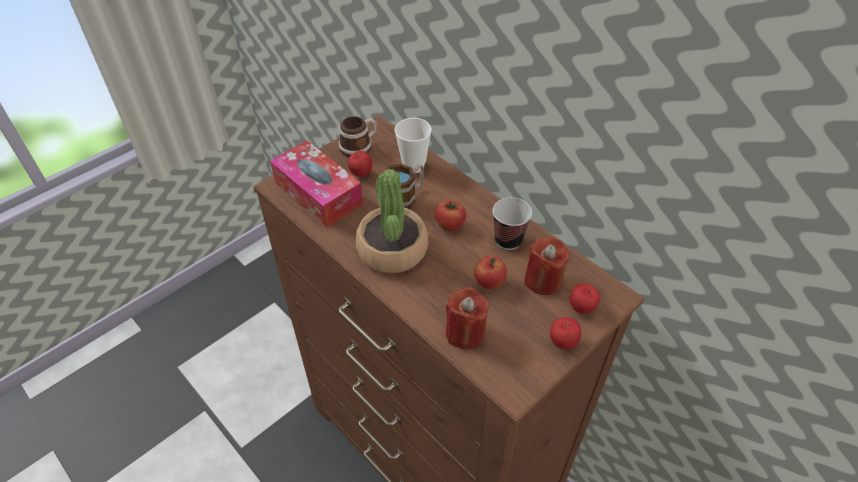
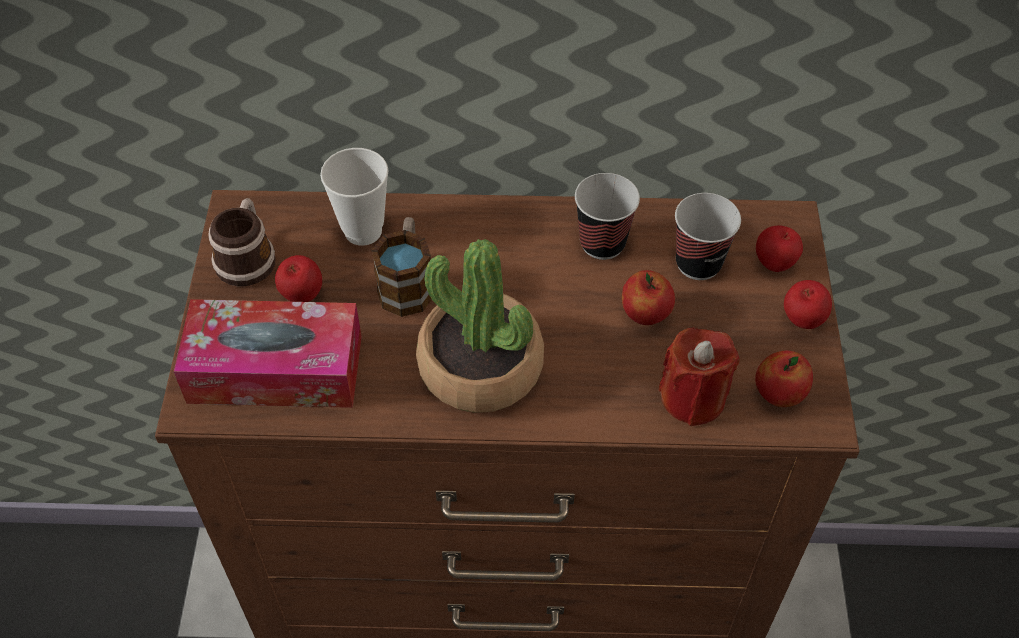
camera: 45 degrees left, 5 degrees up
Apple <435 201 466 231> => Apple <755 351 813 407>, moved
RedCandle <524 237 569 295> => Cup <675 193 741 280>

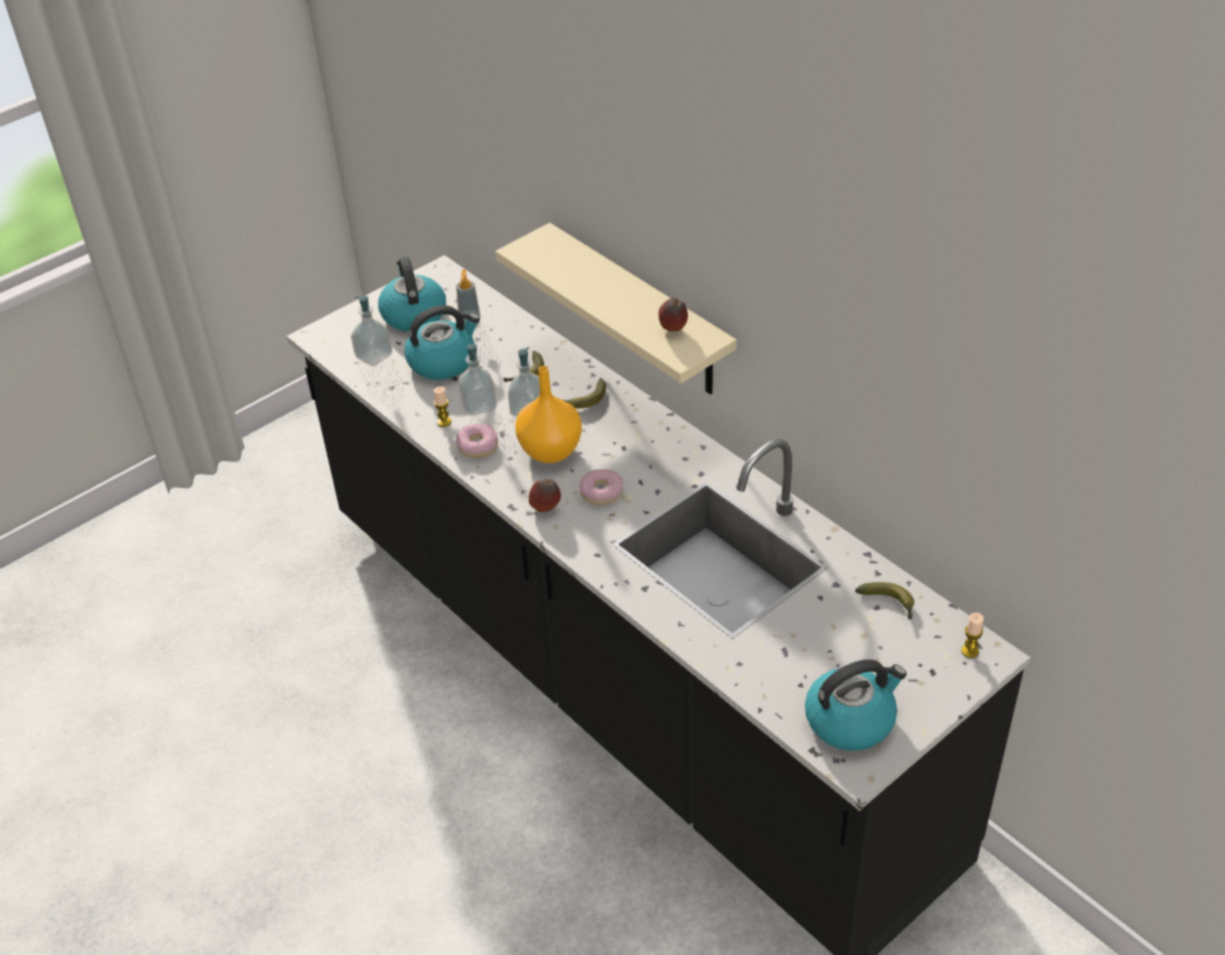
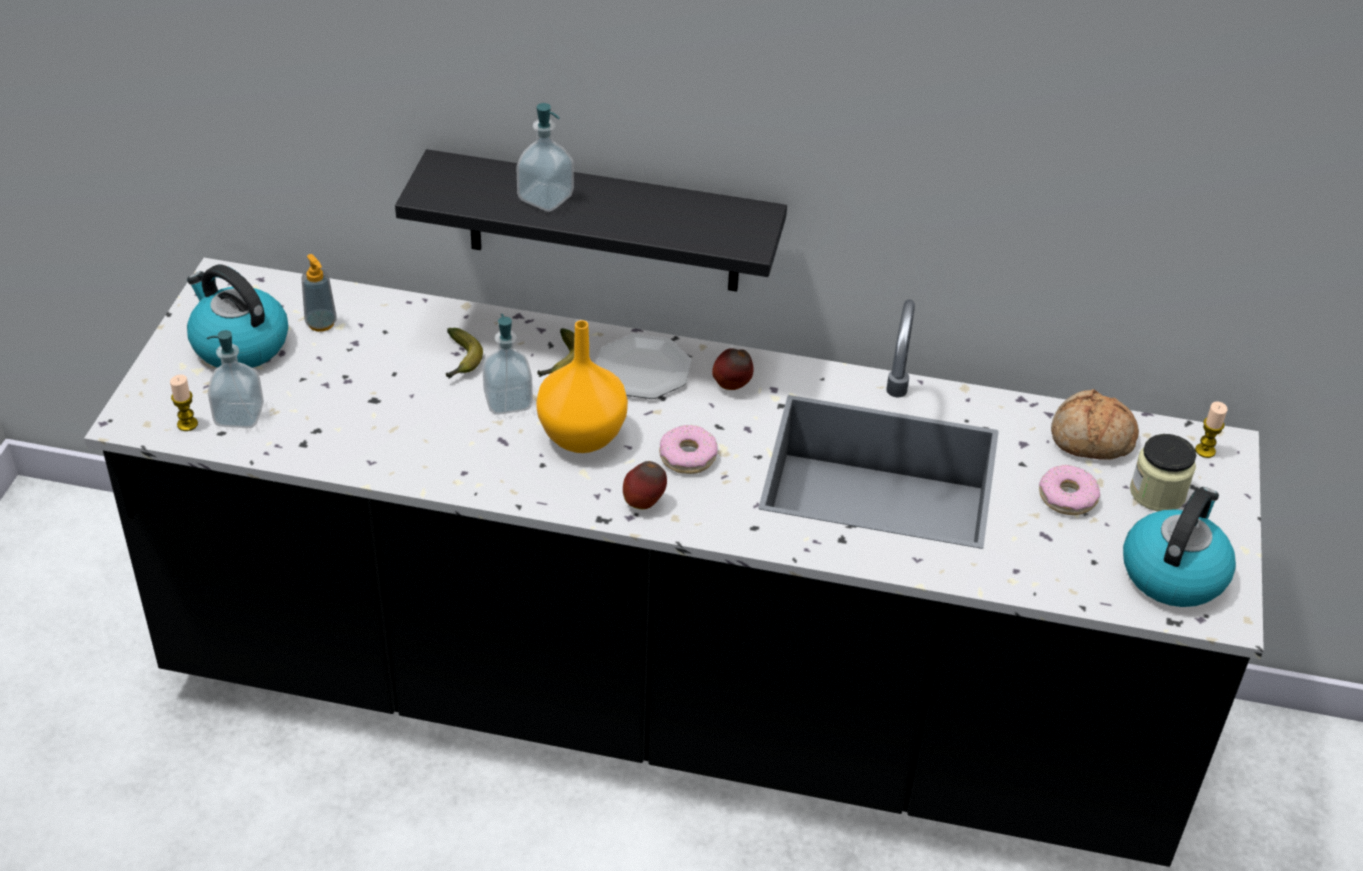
camera: 40 degrees left, 0 degrees up
Kettle <404 305 480 380> => nothing
nothing => Plate <596 334 692 399>
nothing => Jar <1130 434 1196 511>
Candle <434 386 451 427> => Candle <170 374 198 431>, moved
Donut <456 424 498 458> => Donut <1039 465 1100 515>, moved
SoapDispenser <458 344 497 416> => SoapDispenser <516 103 574 212>, moved
Apple <658 298 688 332> => Apple <712 348 753 390>, moved
Banana <855 582 914 619> => Bread <1051 389 1139 460>
BeigeShelf <495 223 737 395> => BlackShelf <395 149 787 292>

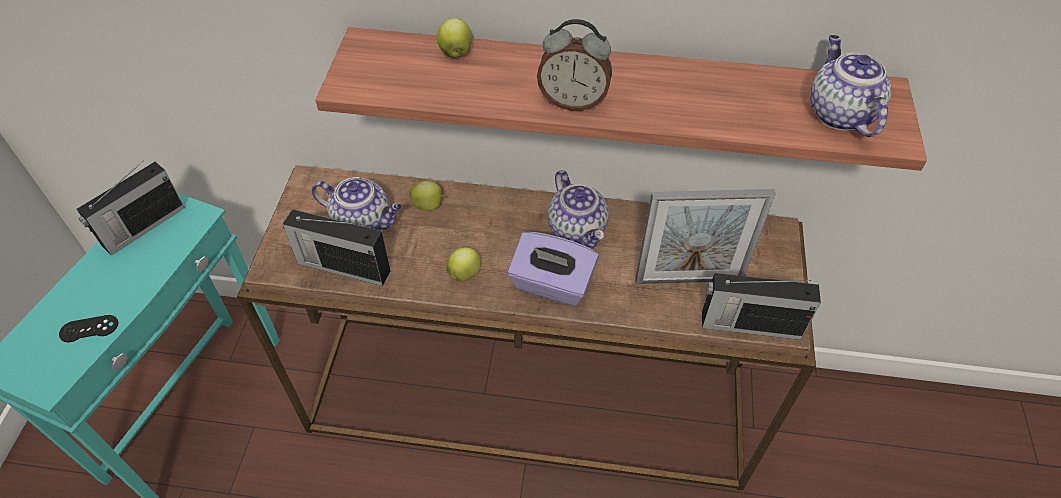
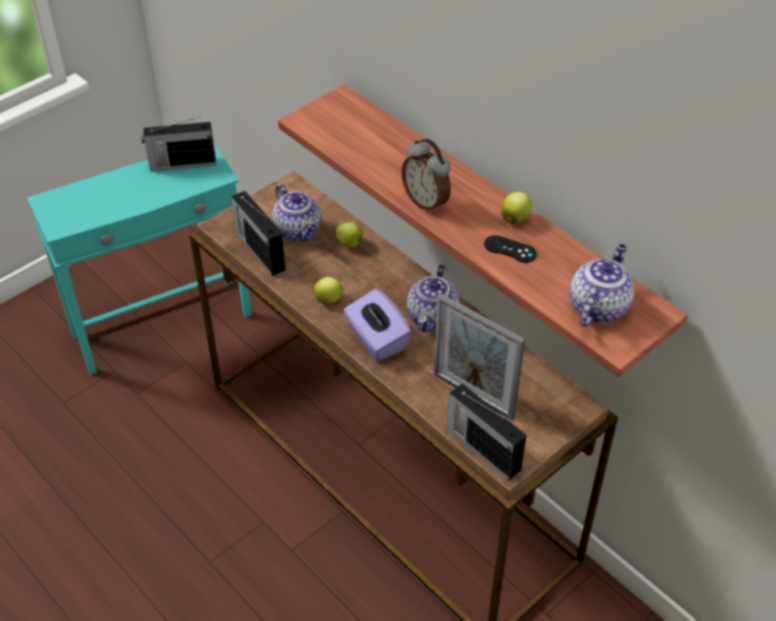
camera: 40 degrees right, 5 degrees down
BlackGameController <59 315 118 342> => BlackGameController <484 235 537 263>, moved
Apple <437 18 472 58> => Apple <501 192 532 223>, moved

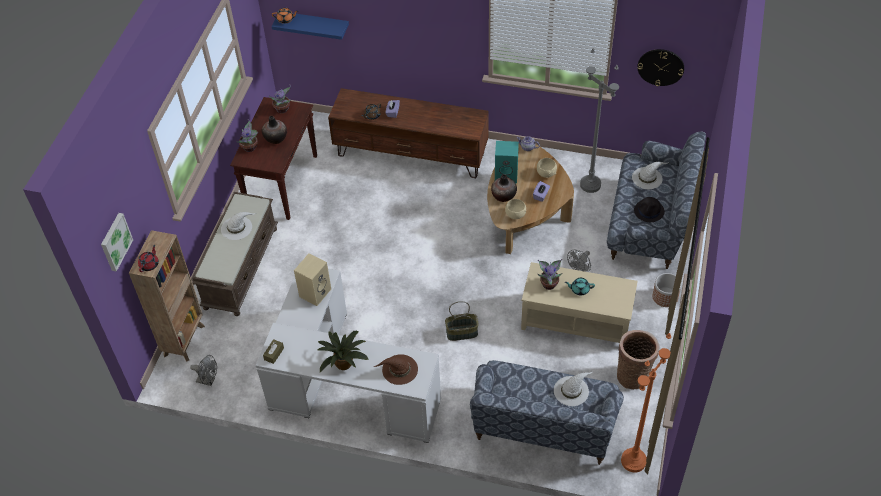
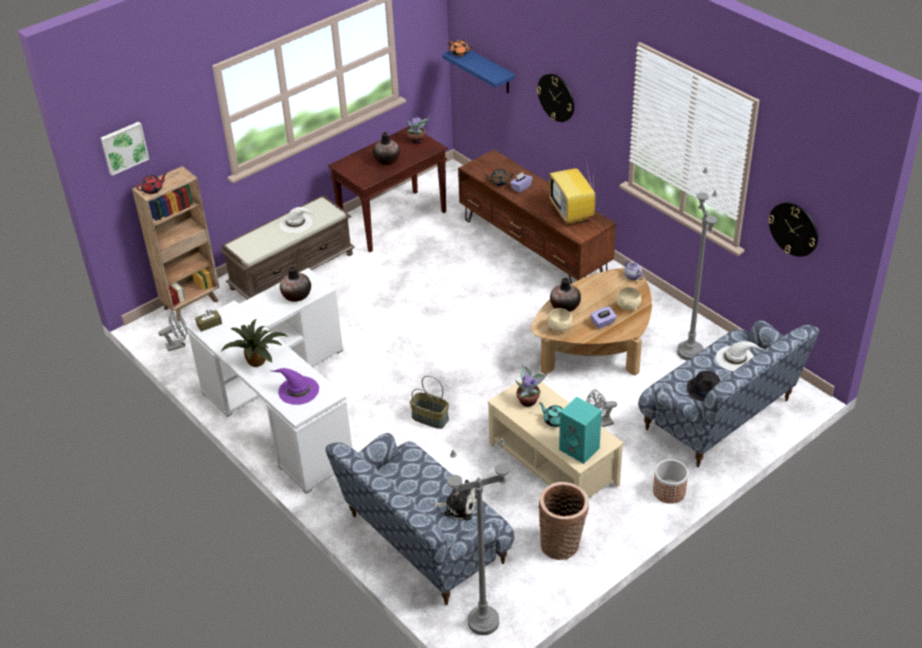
camera: 35 degrees right, 10 degrees down
PottedPlant <236 119 258 152> => nothing
nothing => WallClock <537 74 574 122>
nothing => Television <549 162 595 225>
TurquoiseSpeaker <495 141 519 183> => TurquoiseSpeaker <559 397 602 464>, moved
BeigeSpeaker <294 254 331 306> => Vase <280 266 311 302>
WhiteHat <554 371 594 406> => PlushToy <433 480 477 521>
BrownHat <373 354 418 385> => PurpleHat <270 368 319 405>
OrangeFloorLamp <621 333 671 472> => GreyFloorLamp <447 438 510 635>
GreyFan <190 355 217 386> => GreyFan <158 312 188 351>, 75 degrees counterclockwise

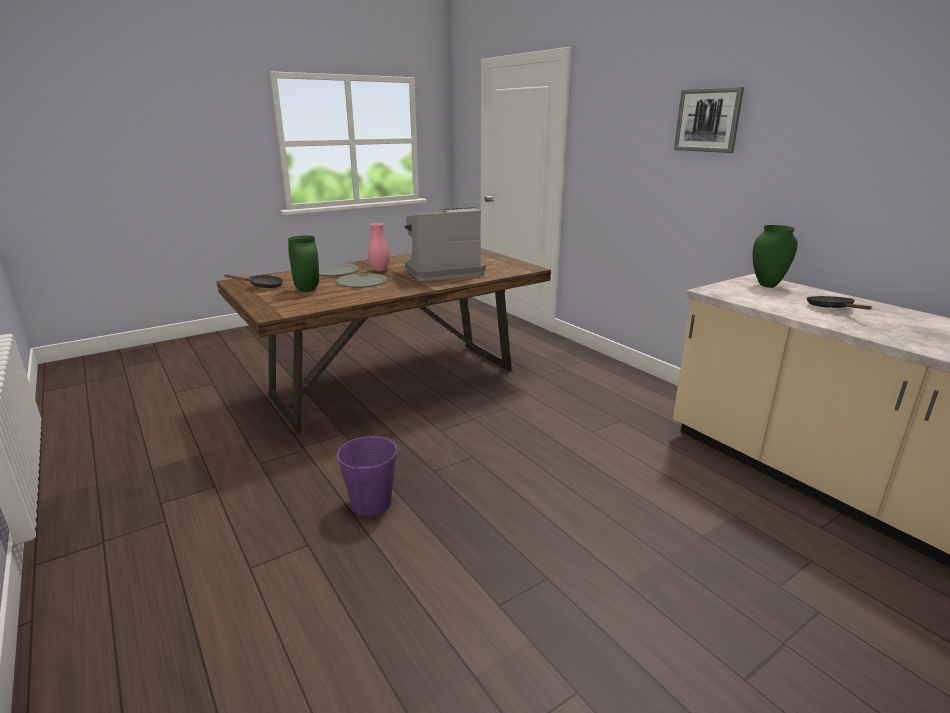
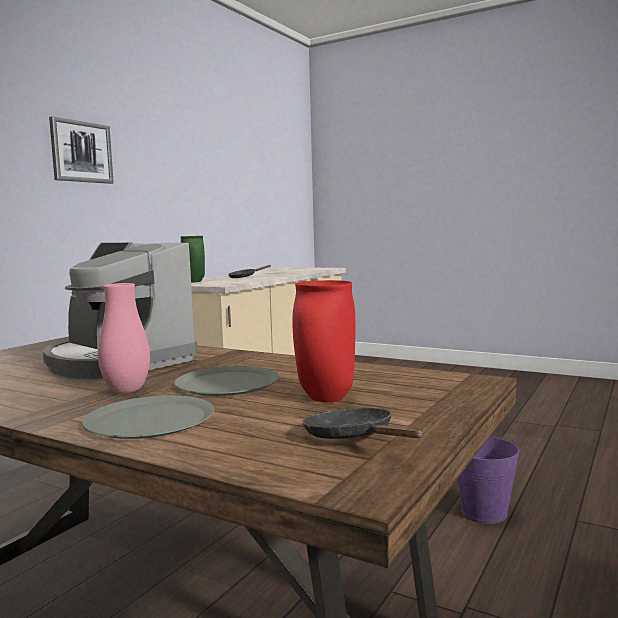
camera: 115 degrees left, 15 degrees down
GreenVase <288 235 319 292> => RedVase <292 280 356 402>

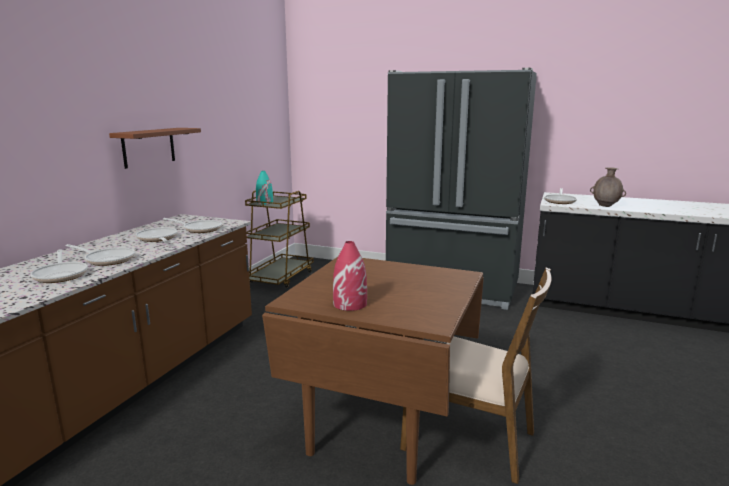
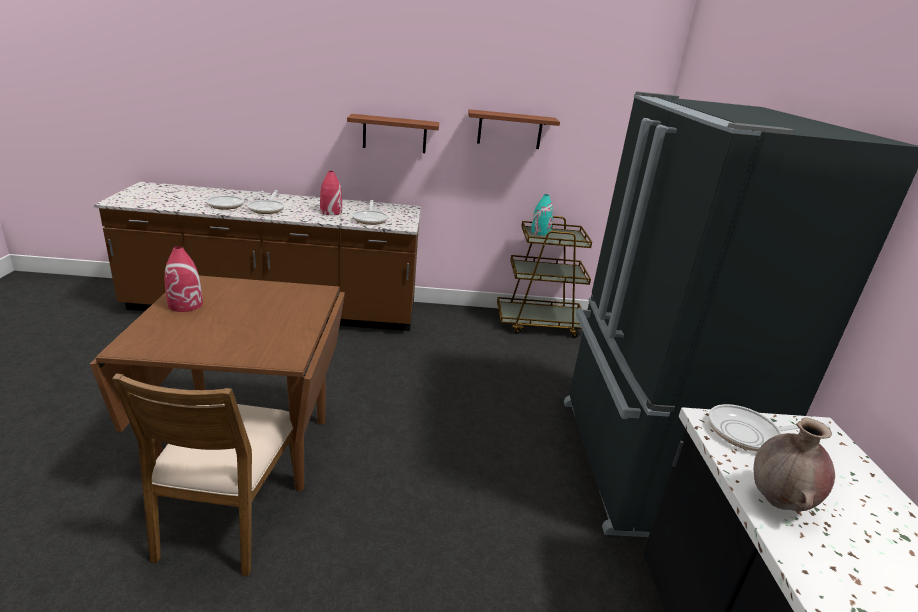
camera: 65 degrees right, 10 degrees up
nothing => BrownShelf <468 109 560 149>
FryingPan <136 227 178 242> => RedVase <320 171 342 215>

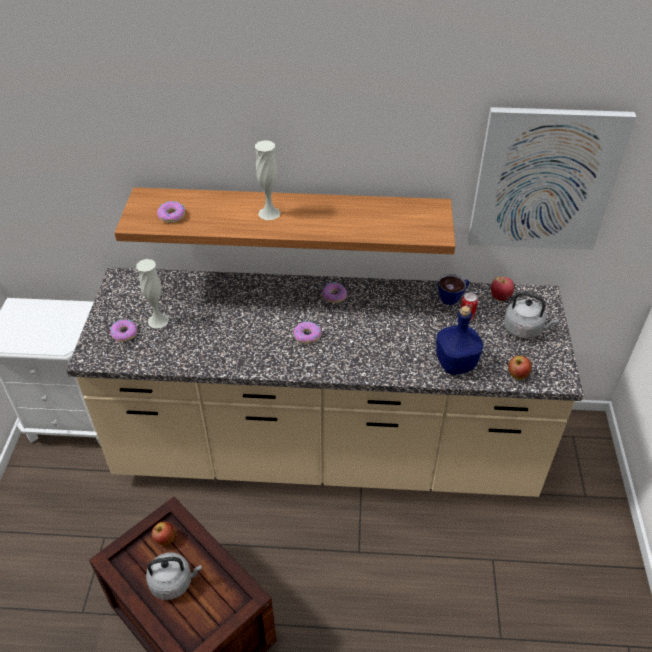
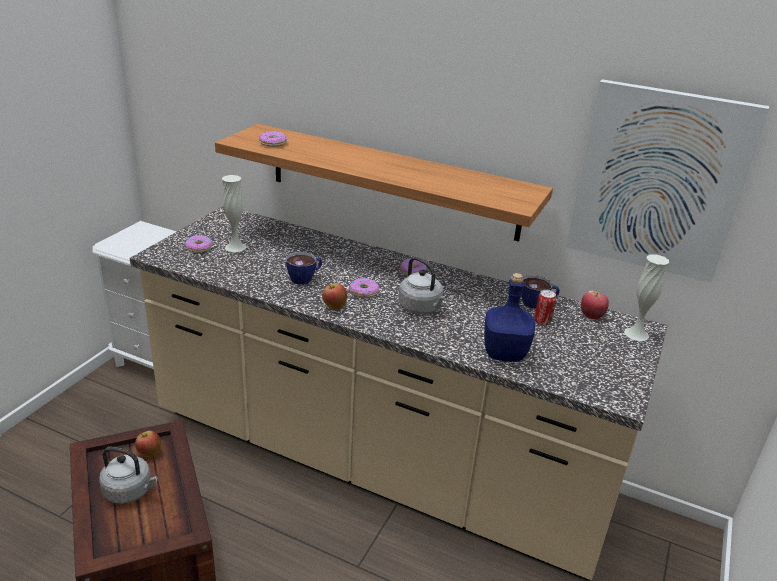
camera: 20 degrees right, 15 degrees down
nothing => Cup <286 252 322 285>
WhiteVase <255 140 281 220> => WhiteVase <624 254 669 341>, moved
GreyKettle <504 292 559 339> => GreyKettle <398 257 447 314>, moved
Apple <508 356 532 380> => Apple <322 283 347 310>, moved

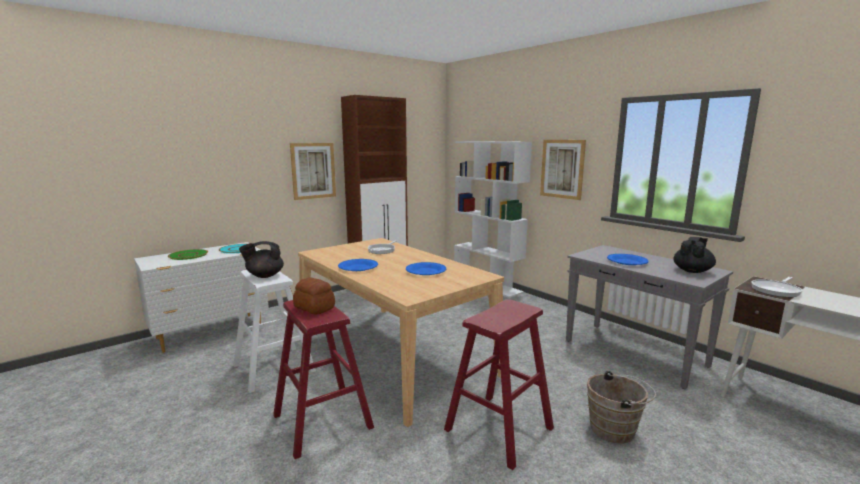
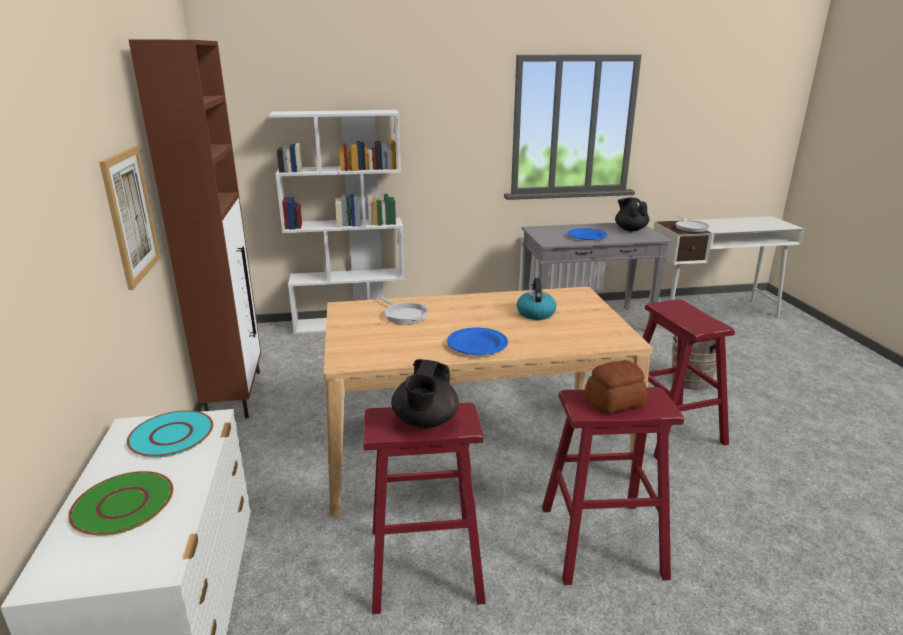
camera: 60 degrees left, 10 degrees up
Picture <540 140 586 200> => nothing
BluePlate <406 262 446 275> => Kettle <517 278 556 320>
WhiteStool <234 270 316 393> => RedStool <364 402 486 614>

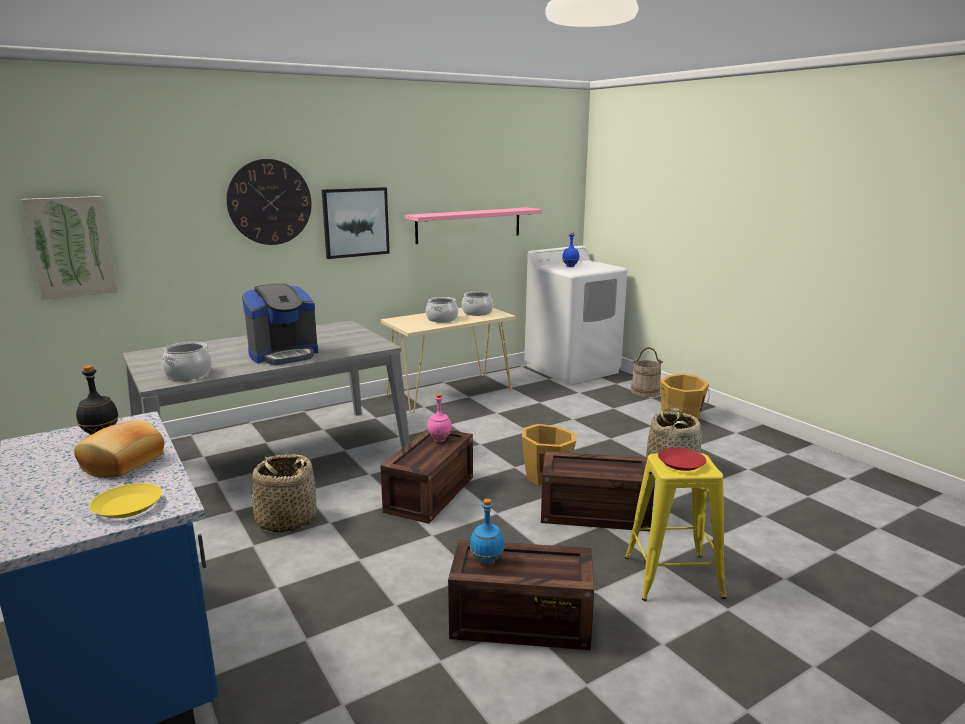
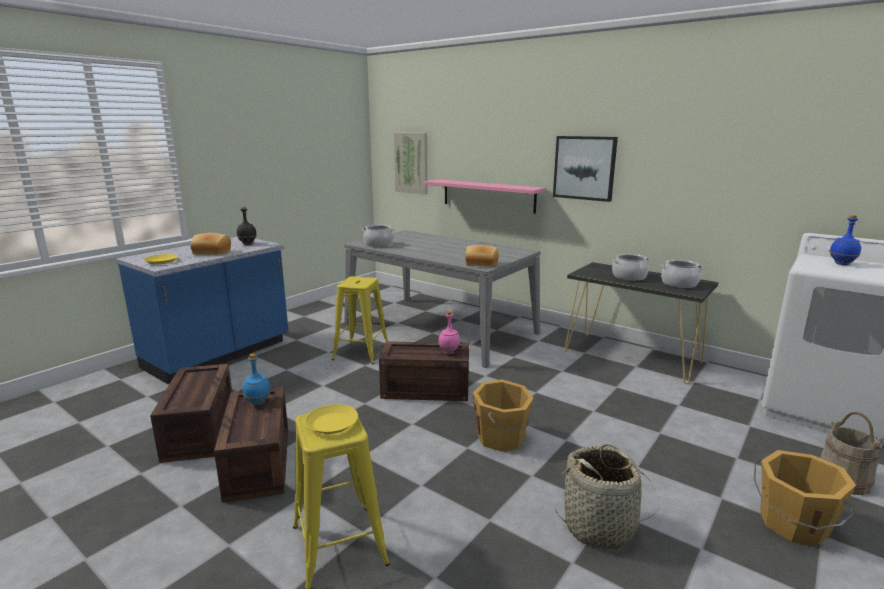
camera: 70 degrees right, 0 degrees up
WallClock <226 159 312 245> => nothing
CoffeeMachine <242 284 318 365> => nothing
nothing => Bread <465 245 499 267>
PinkShelf <405 207 543 244> => PinkShelf <424 179 546 214>, moved
Crate <541 451 655 531> => Crate <150 364 232 463>, moved
Basket <250 454 317 533> => YellowStool <332 276 388 364>
BeigeConsoleTable <381 308 516 413> => BlackConsoleTable <564 262 718 384>
RedPlate <658 448 706 471> => YellowPlate <305 404 358 434>

